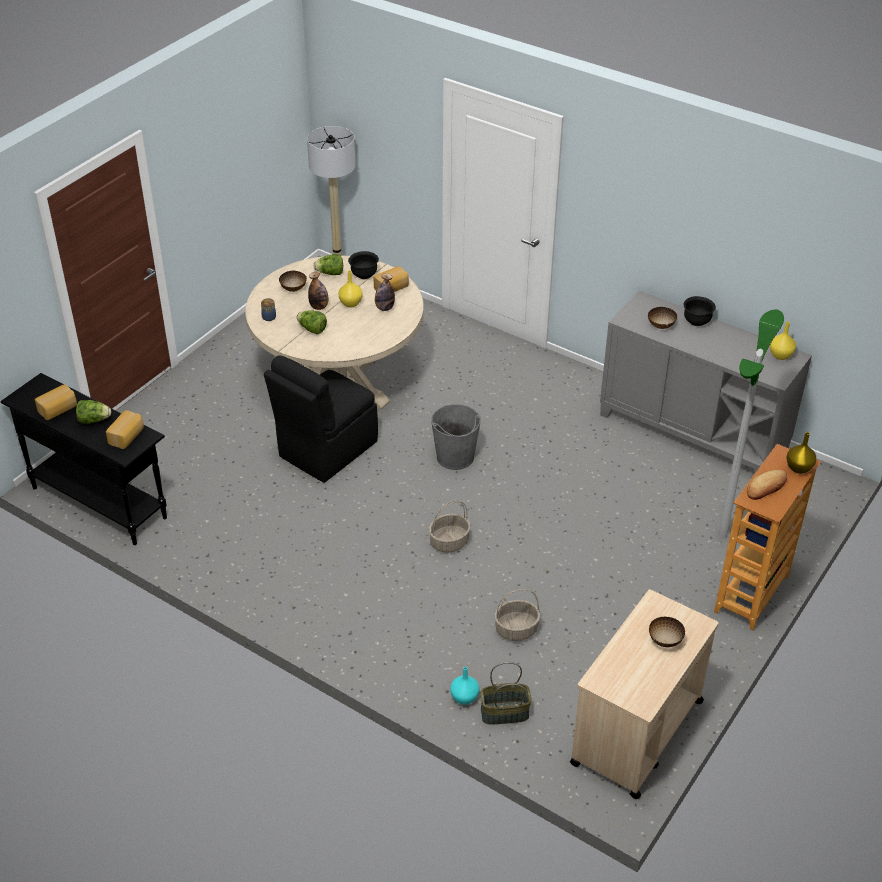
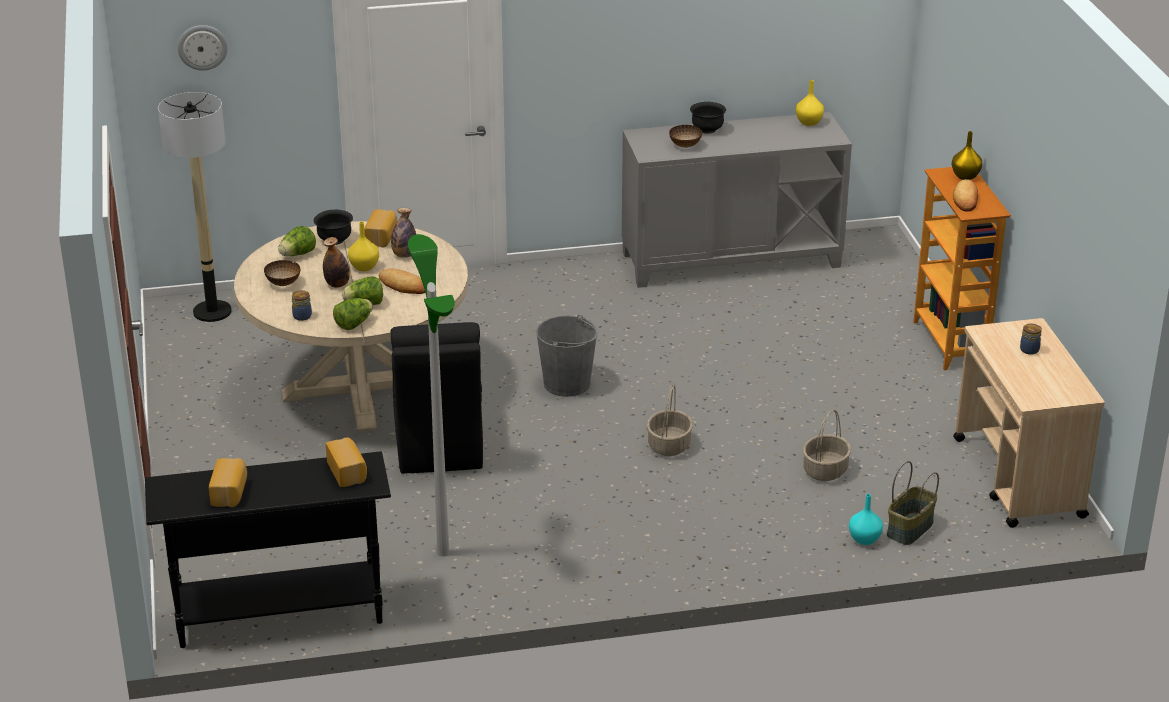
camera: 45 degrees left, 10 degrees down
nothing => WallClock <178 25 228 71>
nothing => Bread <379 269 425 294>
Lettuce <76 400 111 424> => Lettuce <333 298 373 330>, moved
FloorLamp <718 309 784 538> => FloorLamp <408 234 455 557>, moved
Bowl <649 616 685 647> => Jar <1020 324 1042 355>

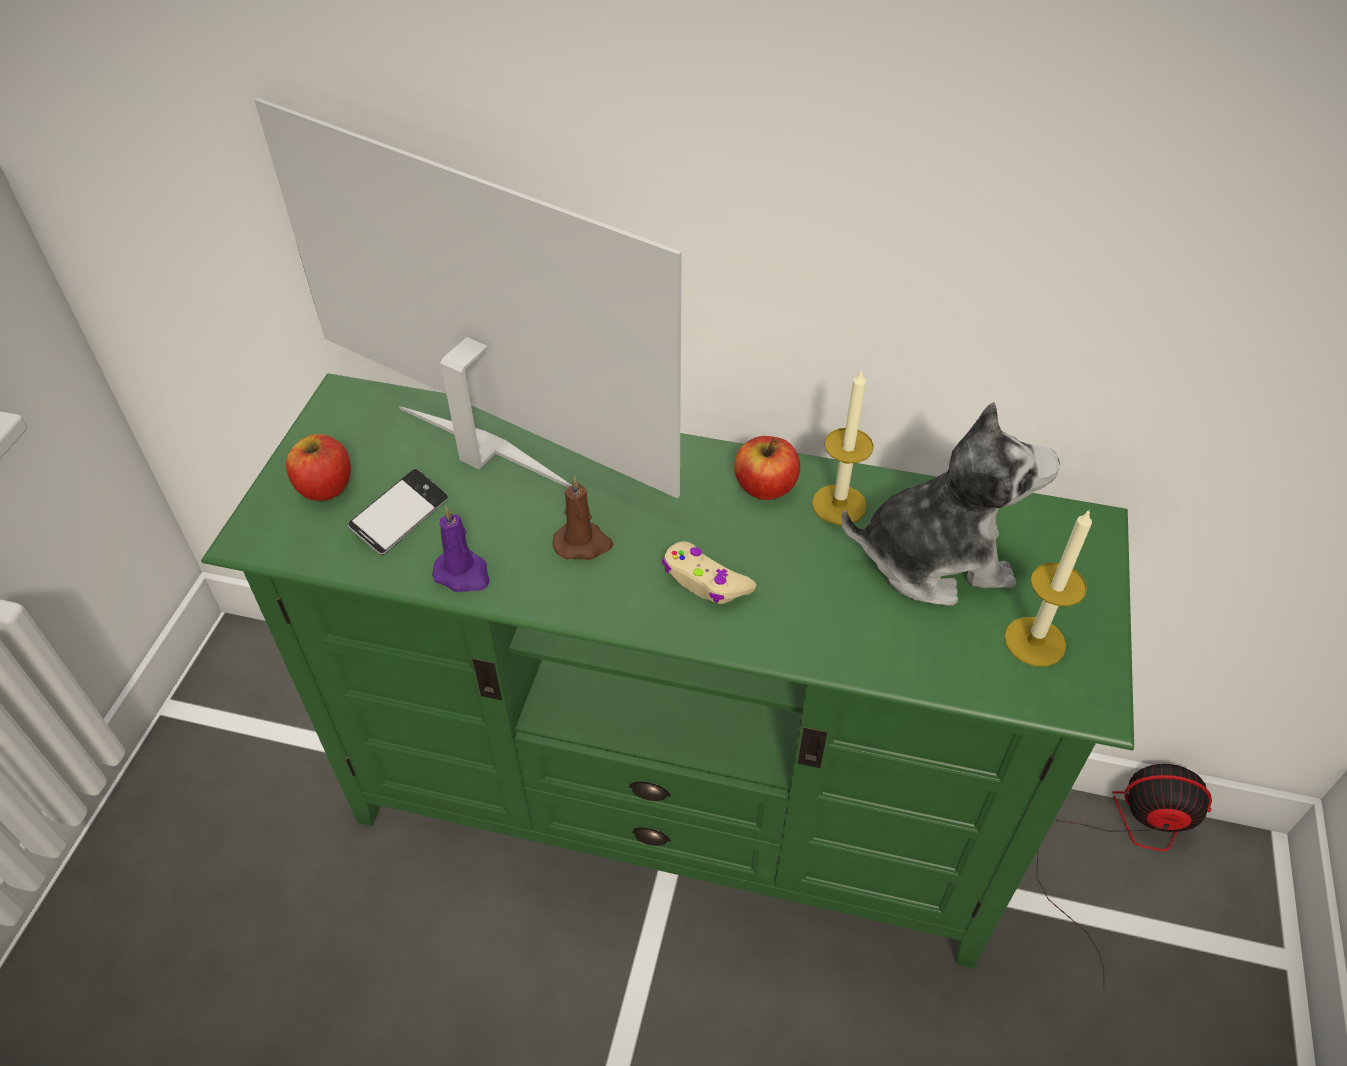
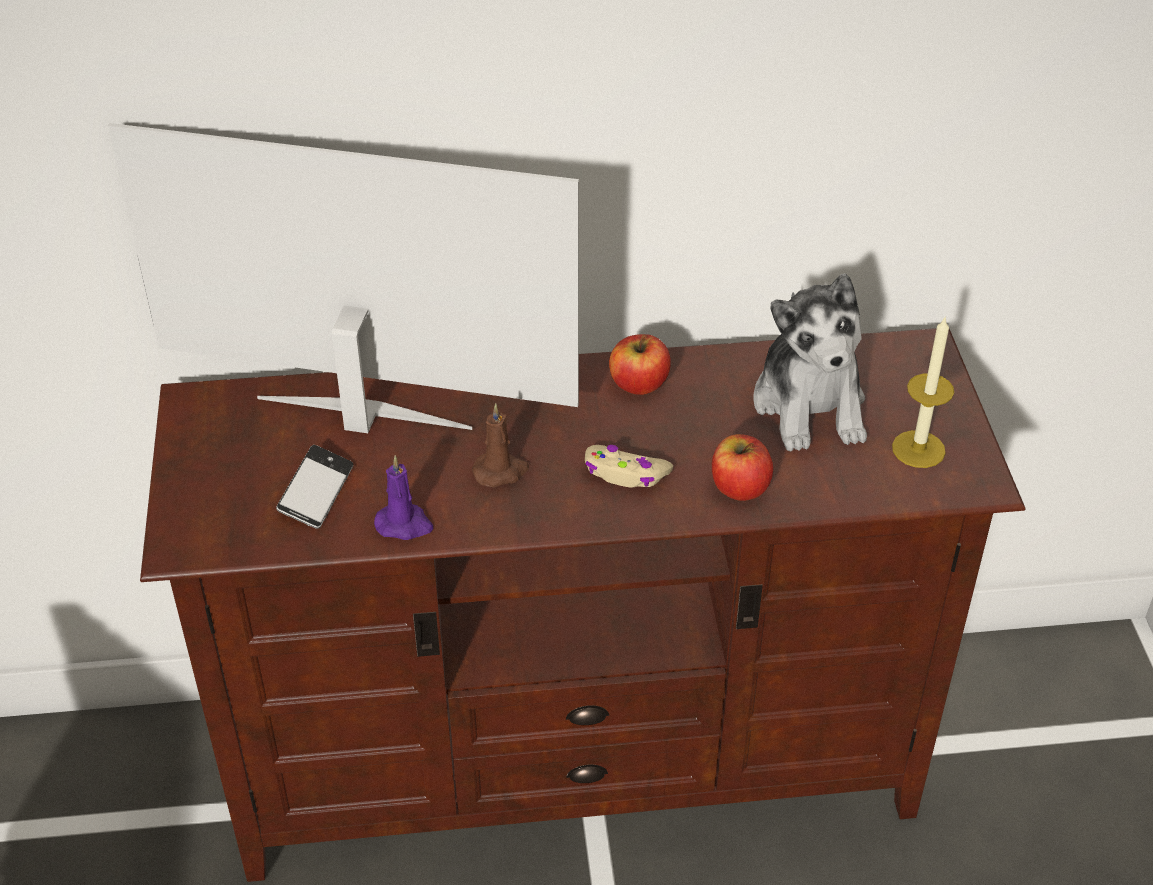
camera: 20 degrees left, 5 degrees down
Candle <812 369 874 525> => nothing
Fan <1037 764 1212 990> => nothing
Apple <286 434 351 501> => Apple <712 434 773 501>, moved
GreenTvStand <201 373 1134 968> => BrownTvStand <140 328 1026 882>
PlushToy <841 402 1060 606> => PlushToy <754 273 867 451>, 105 degrees clockwise

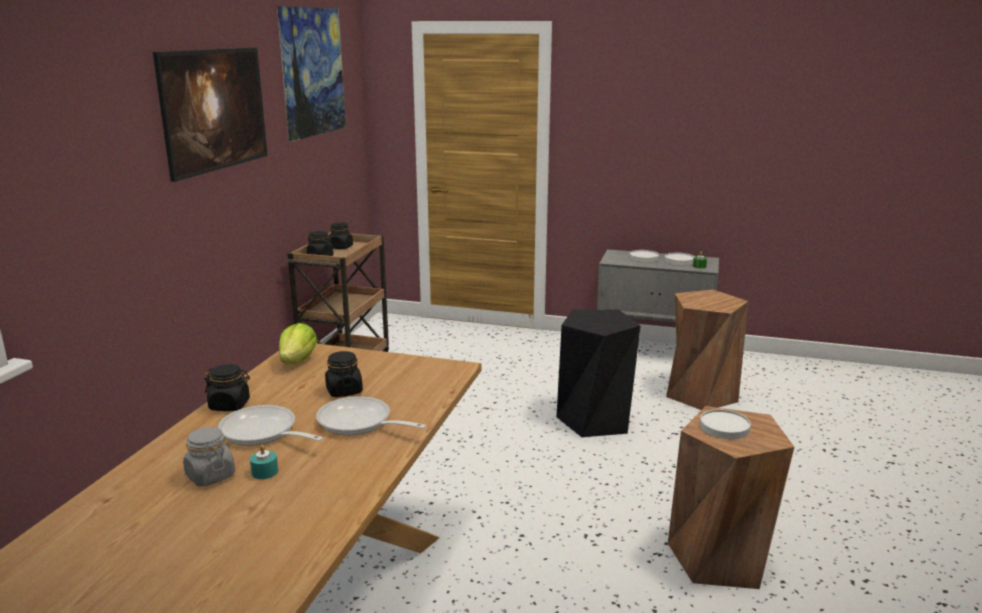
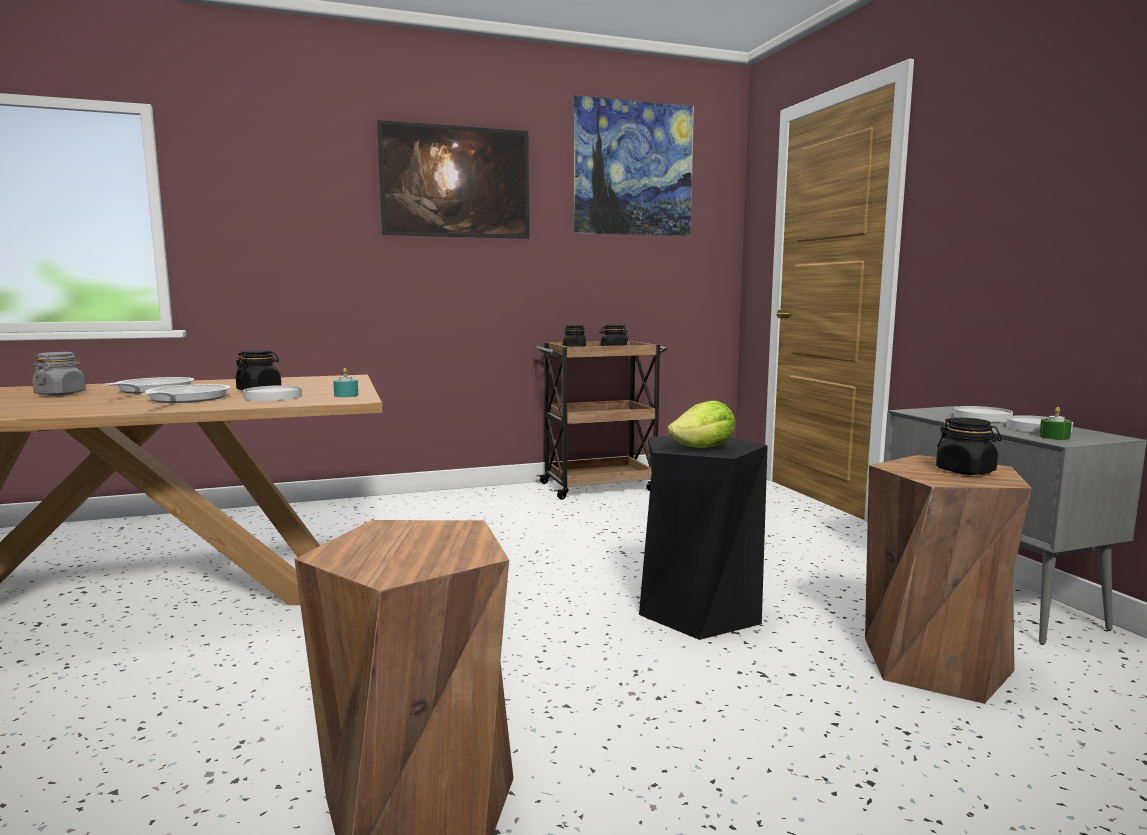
camera: 55 degrees right, 10 degrees down
BlackJar <205 364 250 411> => BlackJar <936 418 1002 475>, moved
TurquoiseCandle <250 445 278 479> => TurquoiseCandle <333 368 358 397>, moved
Lettuce <279 323 318 365> => Lettuce <667 400 735 448>, moved
WhitePlate <700 409 751 439> => WhitePlate <243 385 302 401>, moved

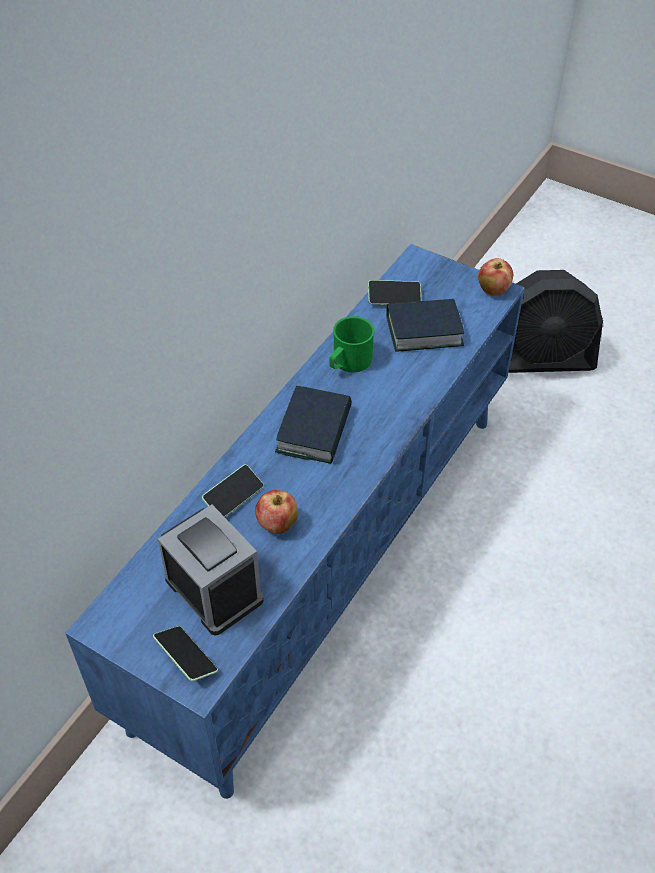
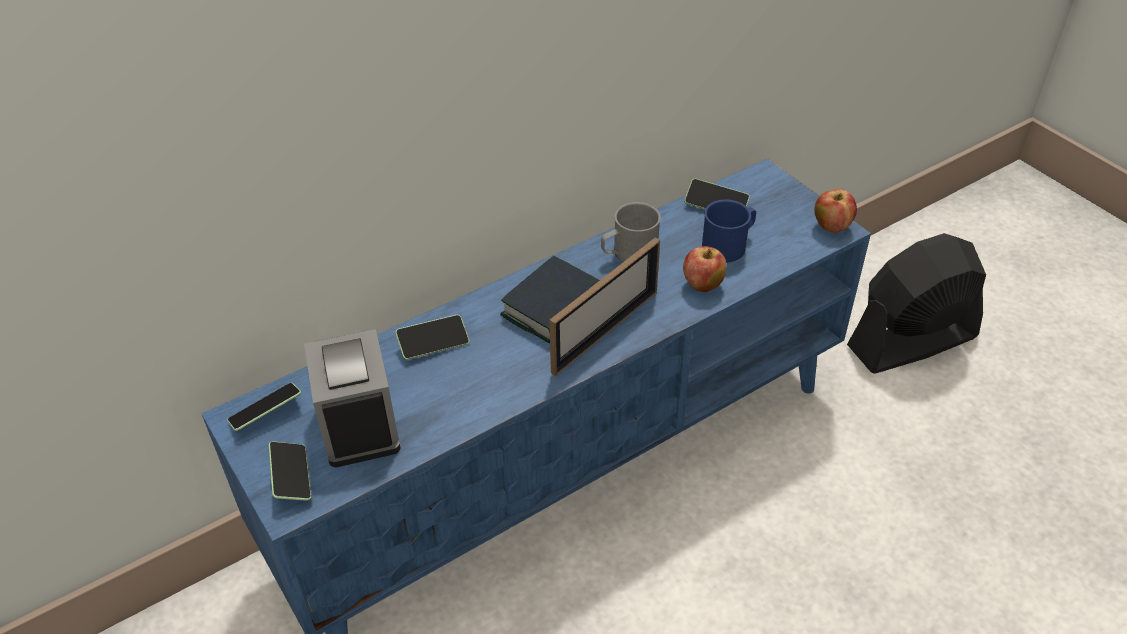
camera: 25 degrees right, 5 degrees down
nothing => Phone <227 383 301 431>
nothing => PictureFrame <549 237 660 376>
Apple <255 490 298 534> => Apple <683 246 727 292>, moved
Book <386 299 464 352> => BlueMug <702 200 756 262>
GreenMug <329 316 374 372> => GreyMug <601 202 661 262>
BlackFan <508 270 603 373> => BlackFan <847 233 986 374>, 135 degrees clockwise

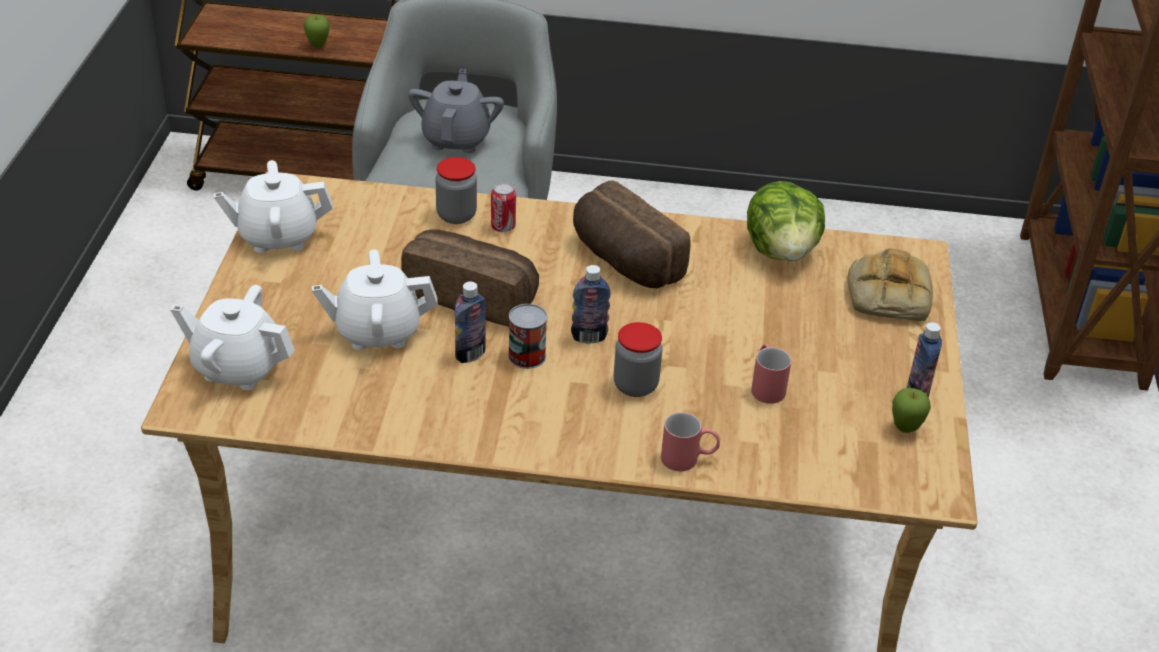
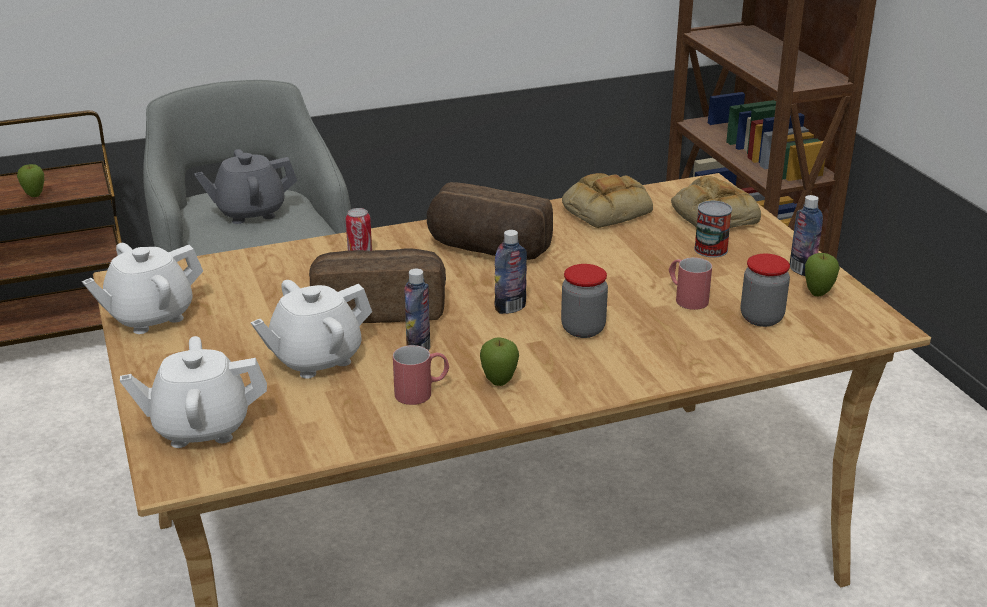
camera: 25 degrees left, 10 degrees down
nothing => Apple <480 337 519 386>
Jar <436 157 477 224> => Jar <741 254 790 327>, moved
Can <508 304 547 369> => Can <694 201 732 258>, moved
RedMug <661 412 720 471> => RedMug <393 345 449 405>, moved
Lettuce <747 181 825 261> => Bread <562 173 653 228>
GreyTeapot <408 69 504 153> => GreyTeapot <194 149 297 224>, 90 degrees counterclockwise

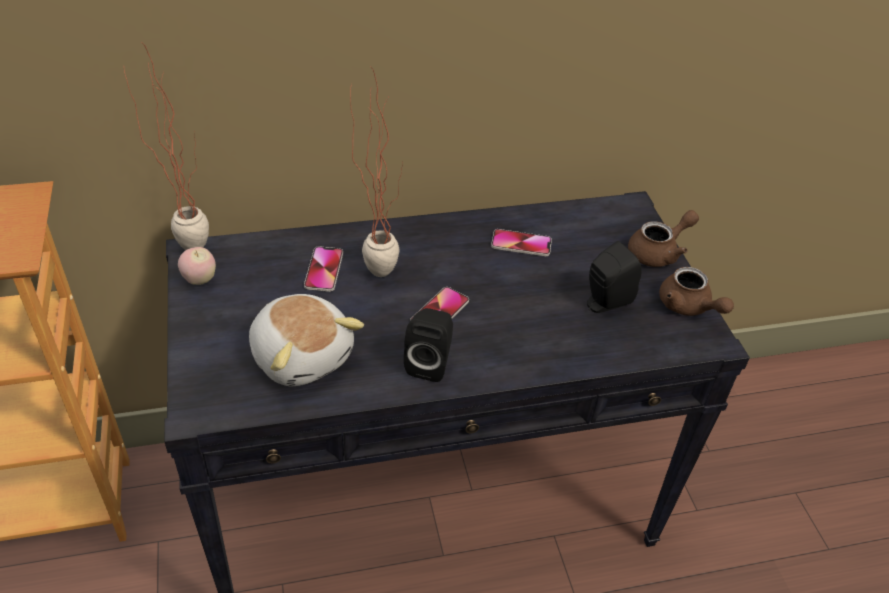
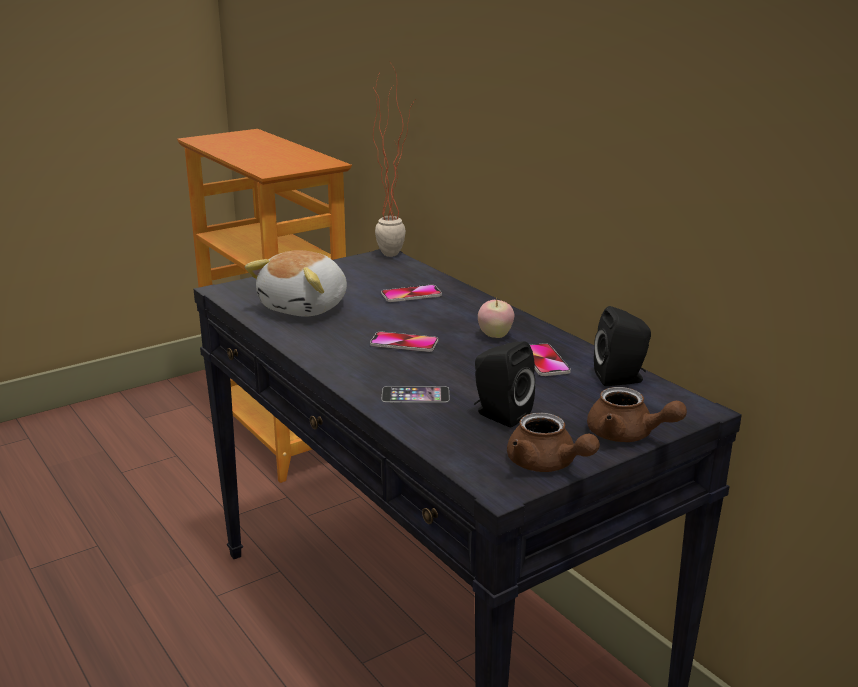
camera: 70 degrees right, 20 degrees down
PottedPlant <350 66 403 277> => nothing
nothing => Phone <381 386 450 403>
Apple <178 247 216 285> => Apple <478 298 514 338>, moved
BlackSpeaker <404 308 453 382> => BlackSpeaker <594 306 651 386>, moved
BrownTeapot <659 267 734 316> => BrownTeapot <507 413 600 472>, 75 degrees counterclockwise

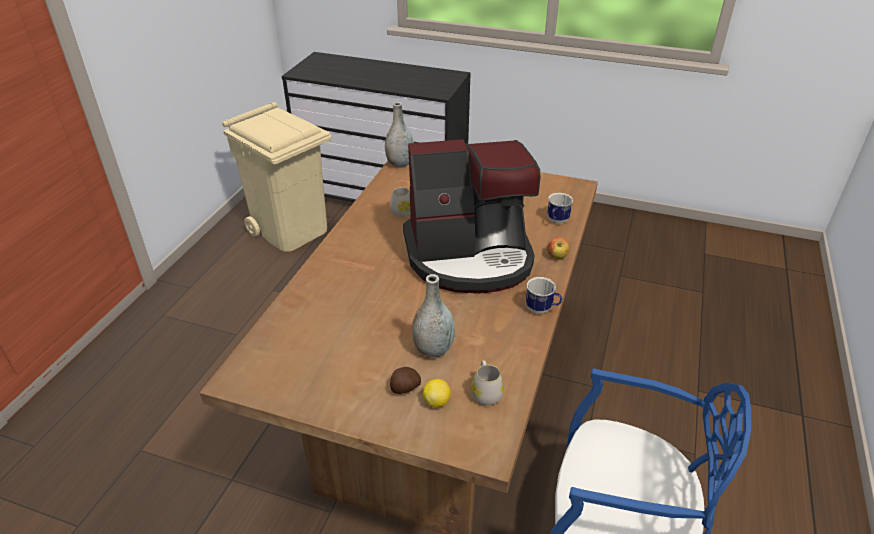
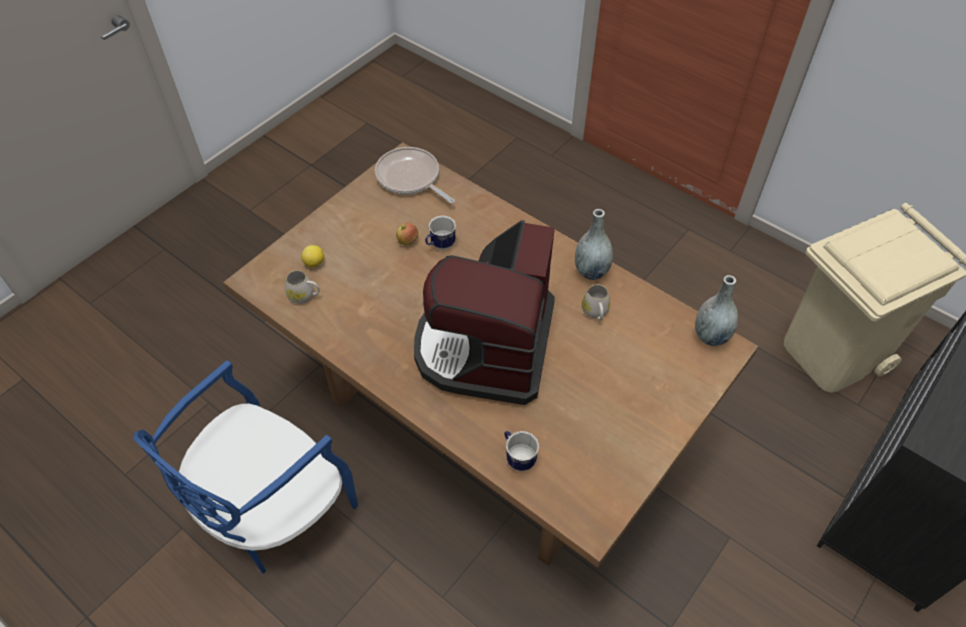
camera: 110 degrees right, 15 degrees up
Potato <390 367 421 394> => nothing
nothing => FryingPan <375 147 455 204>
GreyVase <412 274 455 357> => GreyVase <575 209 613 280>, moved
Mug <526 277 562 314> => Mug <425 216 456 250>, moved
Apple <547 237 570 259> => Apple <396 223 418 246>, moved

